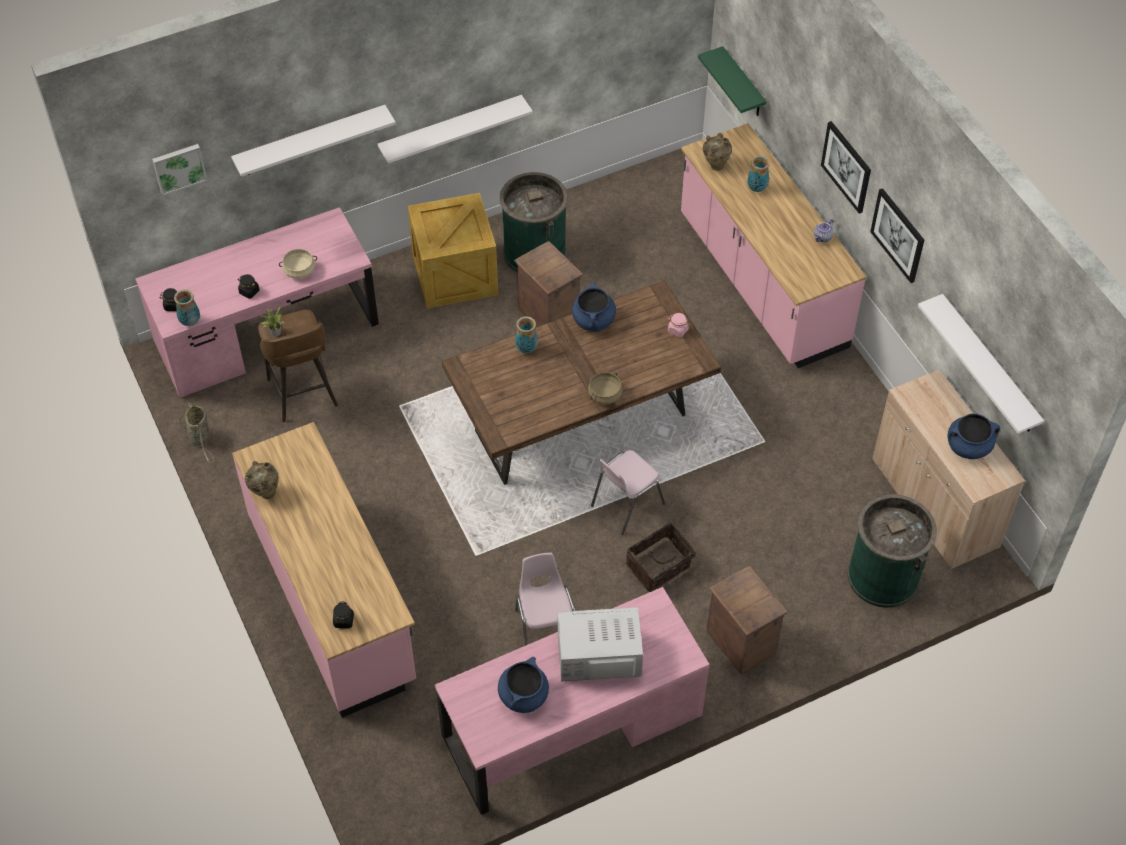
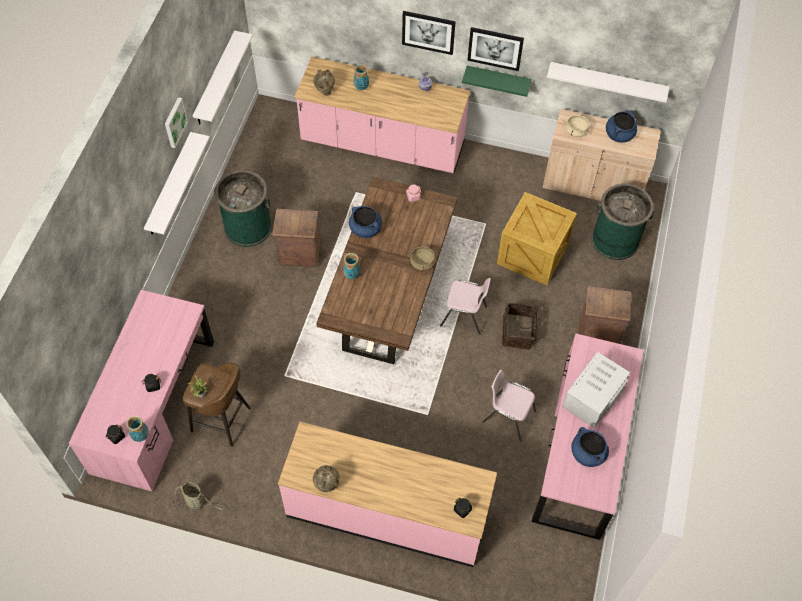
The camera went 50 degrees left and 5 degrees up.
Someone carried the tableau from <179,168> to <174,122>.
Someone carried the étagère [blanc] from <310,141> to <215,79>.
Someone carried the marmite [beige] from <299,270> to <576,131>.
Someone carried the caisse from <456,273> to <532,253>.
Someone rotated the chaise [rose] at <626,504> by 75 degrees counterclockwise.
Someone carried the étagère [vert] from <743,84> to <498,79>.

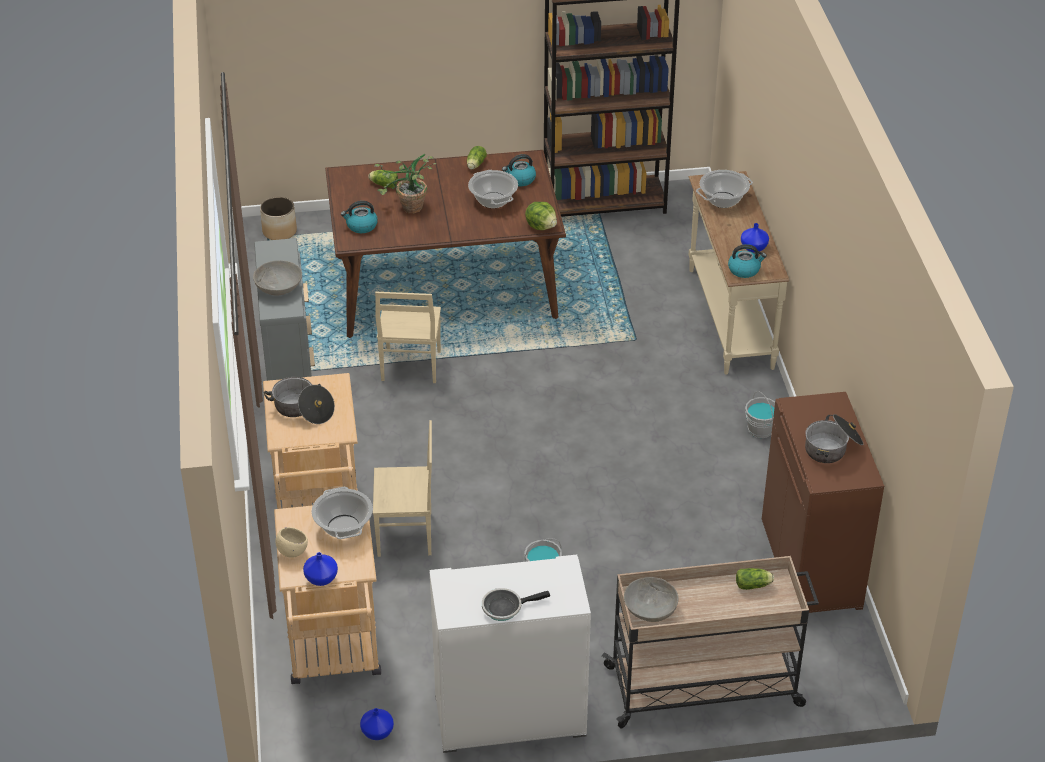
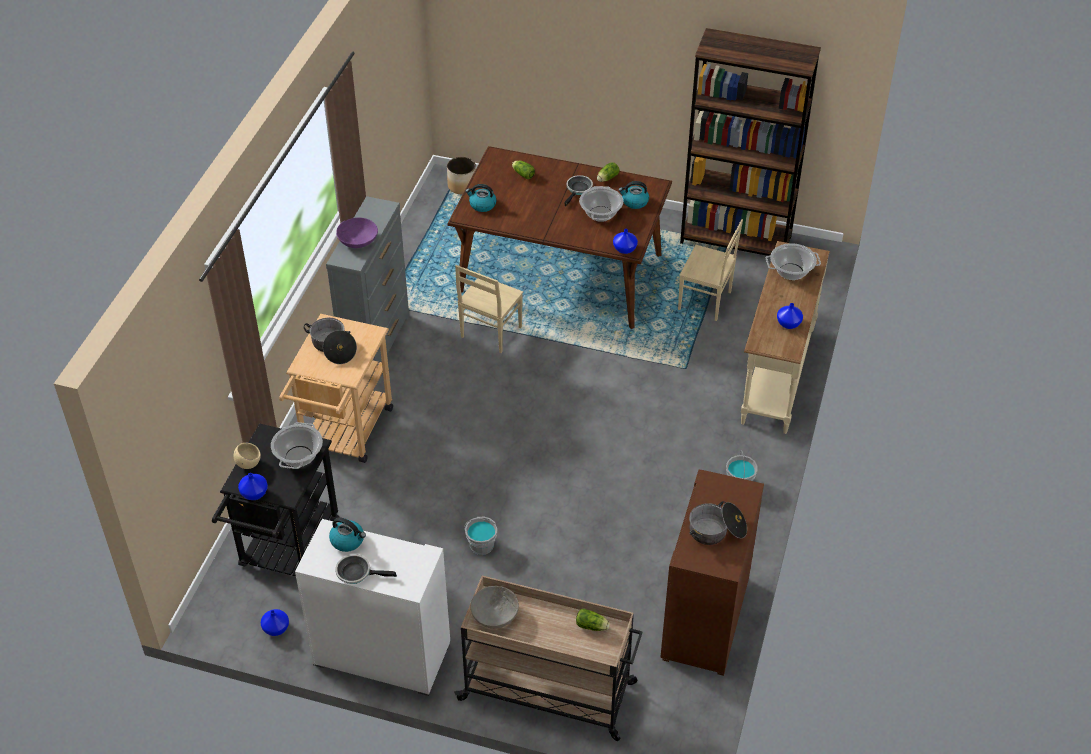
The camera went 25 degrees right and 5 degrees up.
Someone repainted the bol [gris] at <278,287>, which became the bol [violet] at <357,241>.
Someone repainted the chariot [beige] at <334,651>, which became the chariot [noir] at <286,550>.
Someone carried the chaise [beige] from <406,535> to <705,301>.
Someone took away the plante en pot at <408,210>.
Someone swapped the laitue at <541,226> for the vase [bleu] at <625,249>.
Someone carried the bouilloire from <744,270> to <348,540>.
Someone put down the poêle at <578,190>.

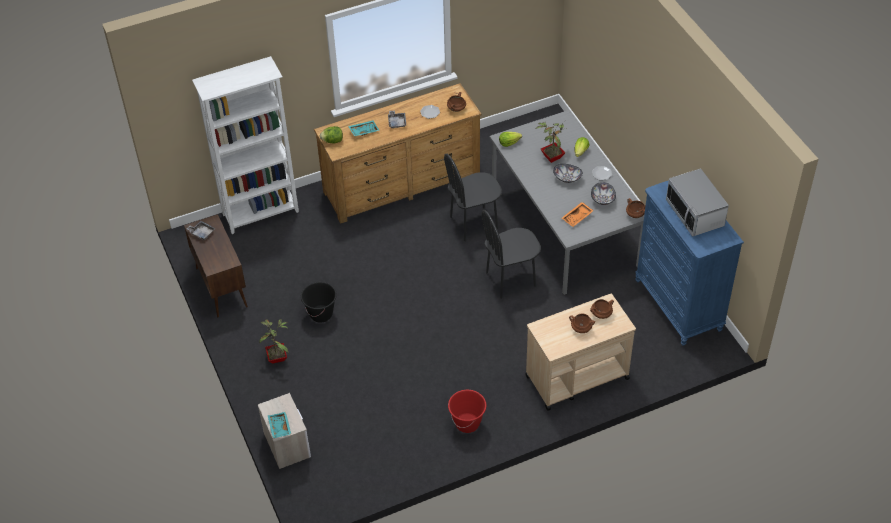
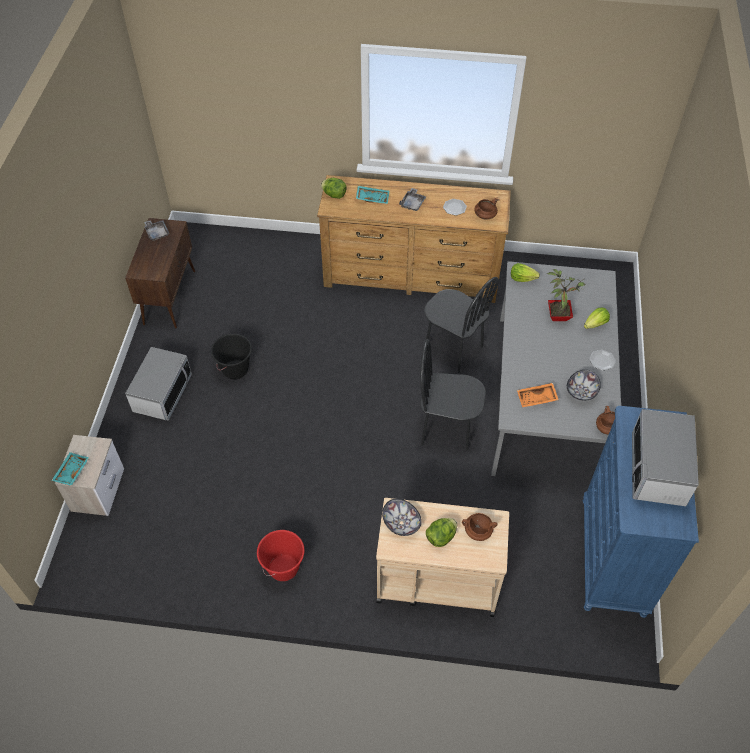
The camera went 30 degrees right and 5 degrees up.
Someone took away the bibliothèque [blanc] at <261,213>.
Someone swapped the plante en pot at <278,358> for the micro-ondes at <162,394>.
Someone rotated the chaise [noir] at <474,223> by 150 degrees counterclockwise.
Someone carried the bol from <567,178> to <401,523>.
Someone swapped the marmite [marron] at <581,329> for the laitue at <441,537>.

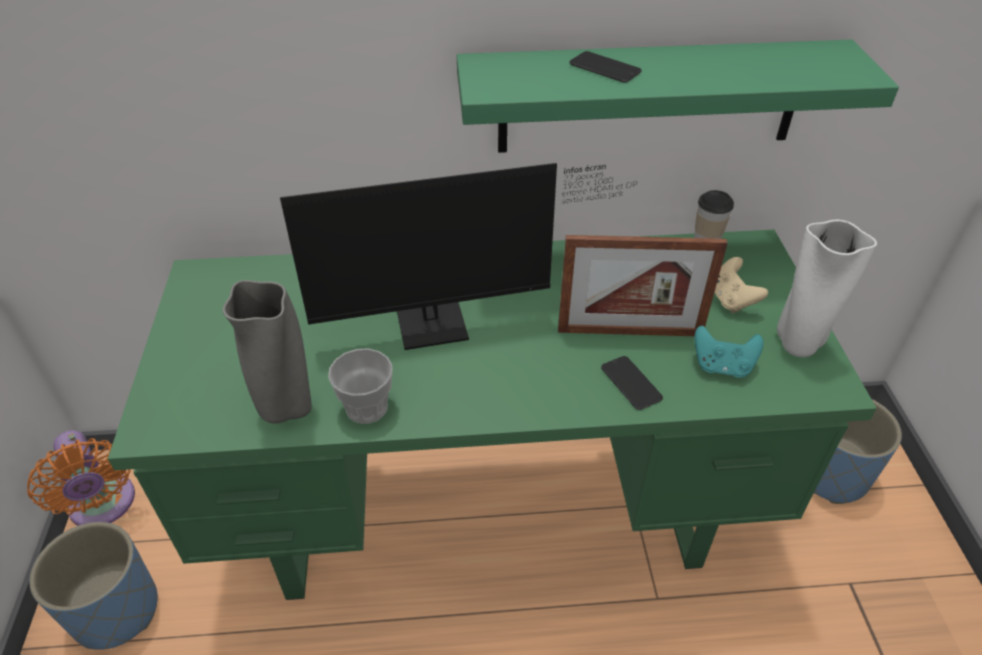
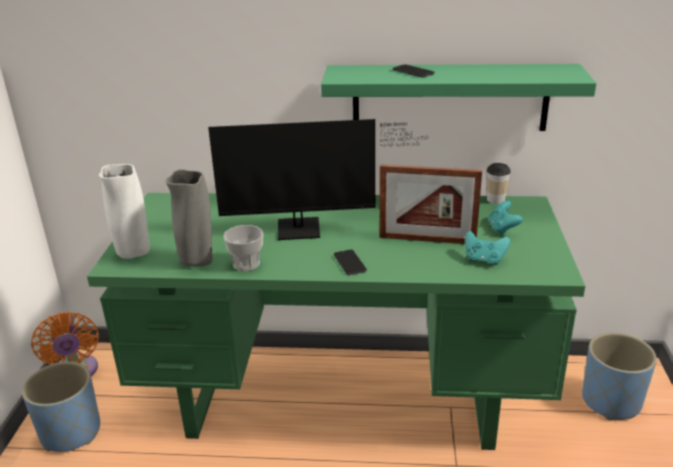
The camera went 10 degrees right and 15 degrees down.
Someone carried the téléphone from <631,383> to <349,263>.
Someone repainted the manette [beige] at <731,300>, which became the manette [turquoise] at <502,229>.
Someone carried the vase [blanc] from <797,344> to <133,253>.

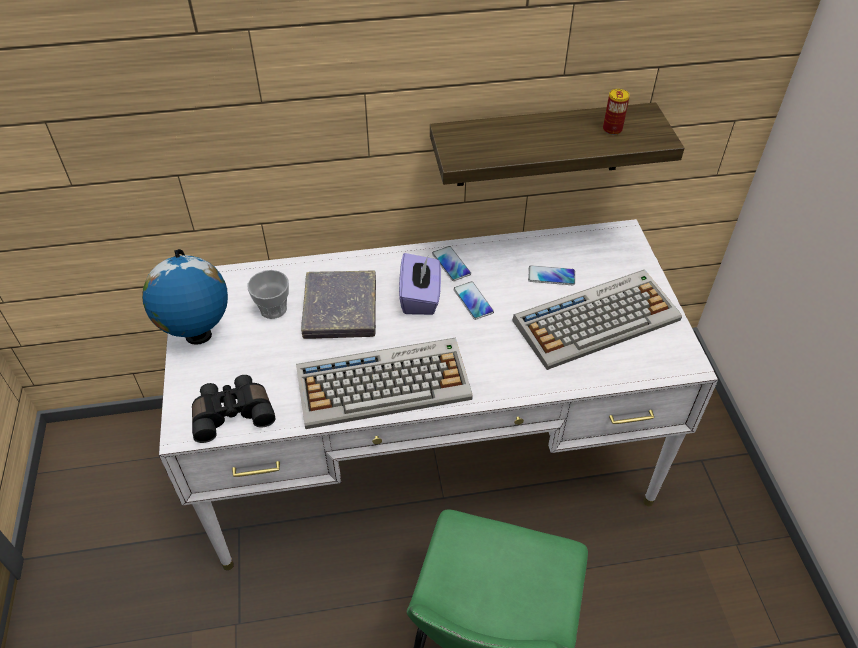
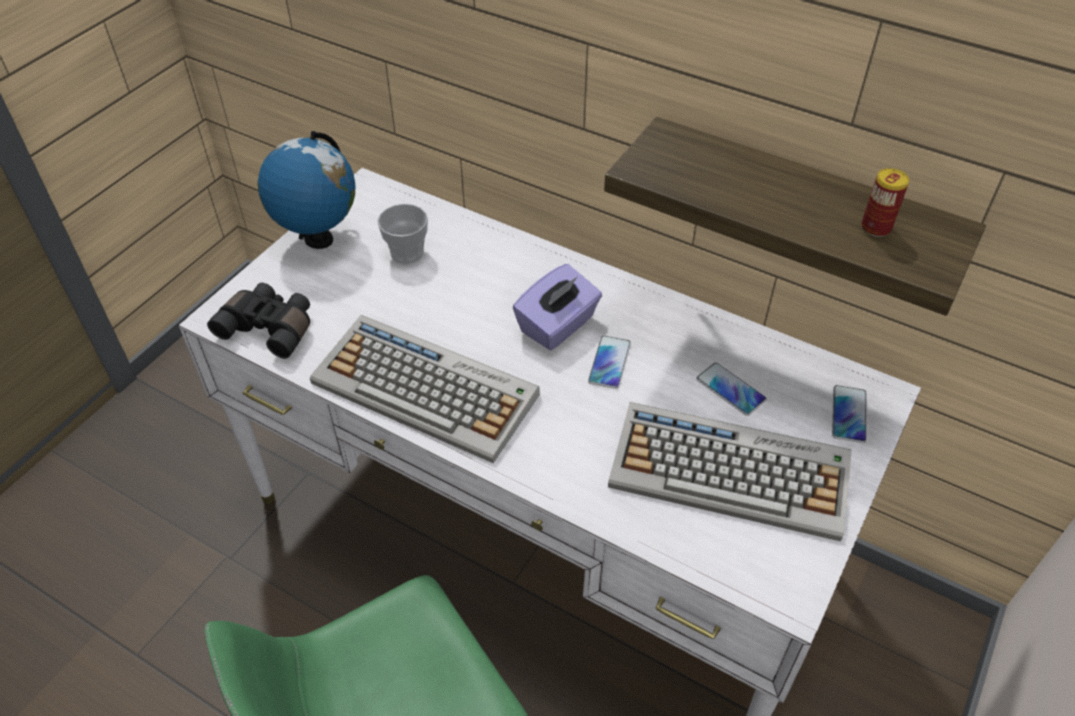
The camera went 40 degrees right and 0 degrees up.
Someone took away the livre [gris] at <340,309>.
Someone carried the téléphone from <451,264> to <848,414>.

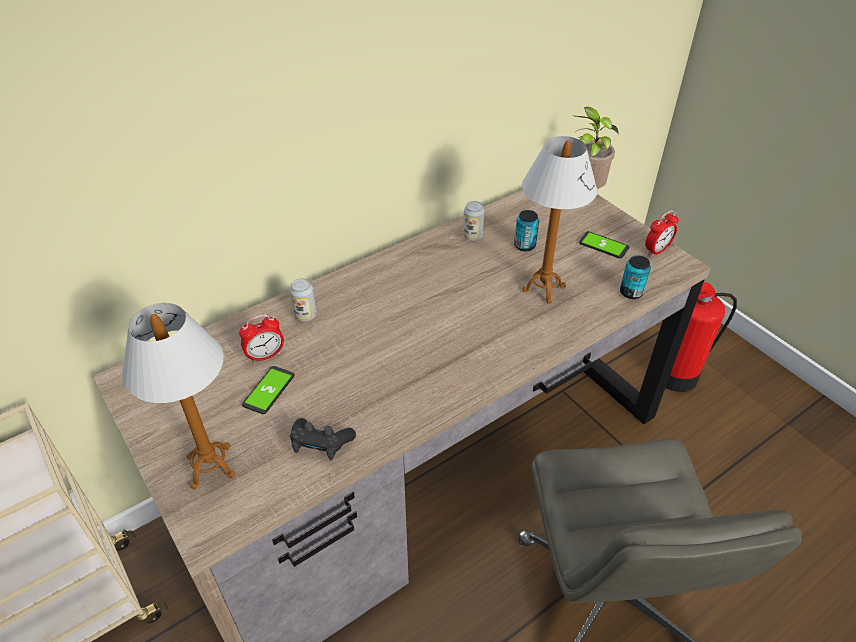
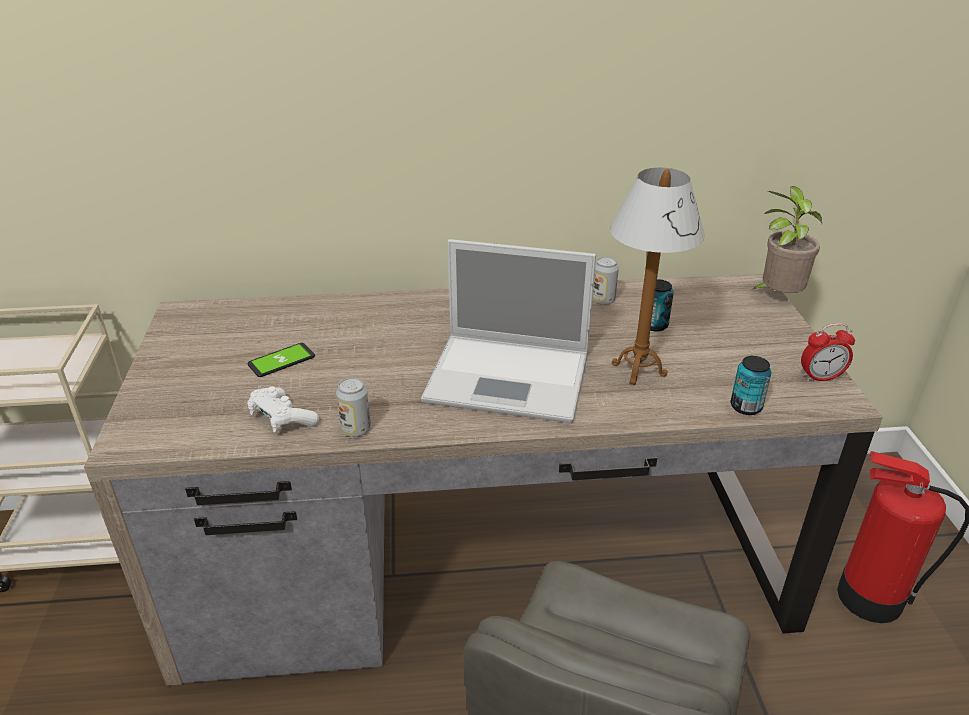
The camera went 30 degrees right and 10 degrees down.
Someone took away the lampe de table at <211,467>.
Someone took away the réveil at <265,355>.
Someone carried the boîte métallique from <305,315> to <356,429>.
Someone repainted the manette [noir] at <321,444>, which became the manette [blanc] at <282,419>.
Someone took away the téléphone at <603,245>.
Someone put down the ordinateur portable at <511,377>.

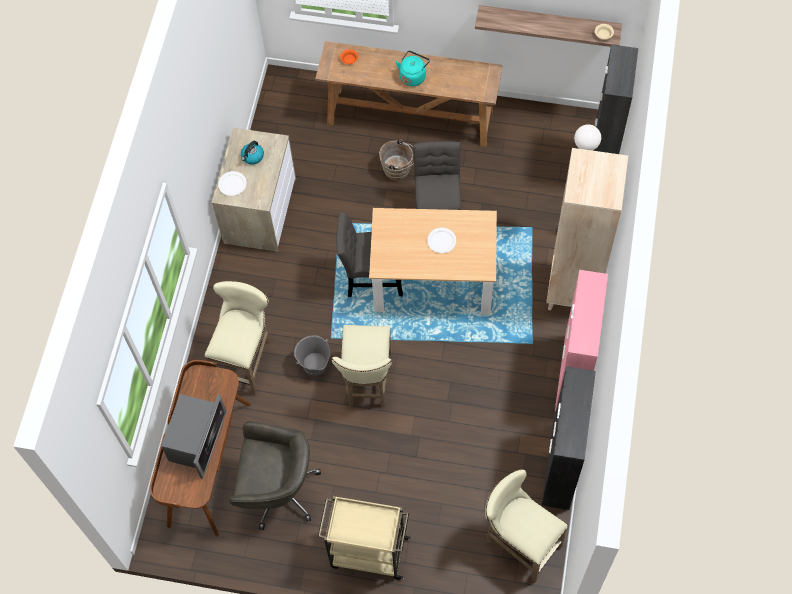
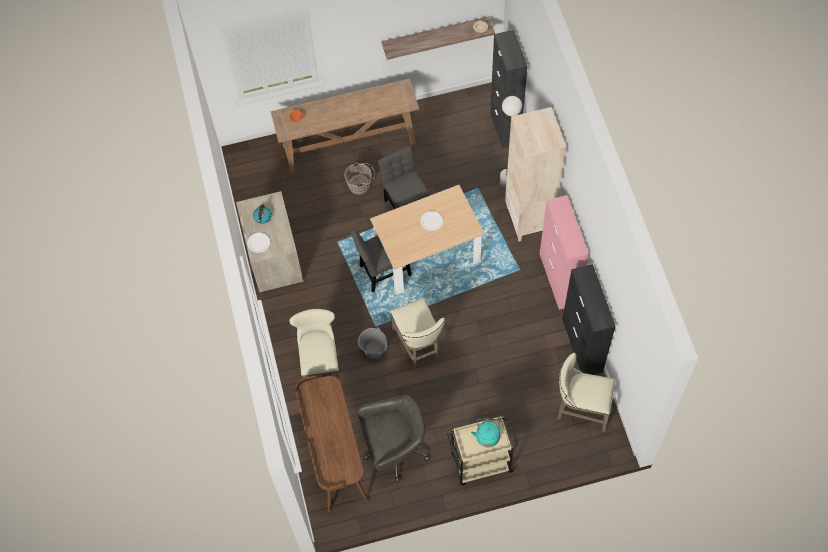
The camera went 25 degrees left and 0 degrees up.
Someone took away the micro-ondes at <197,440>.
Someone carried the bouilloire [turquoise] from <413,76> to <487,435>.

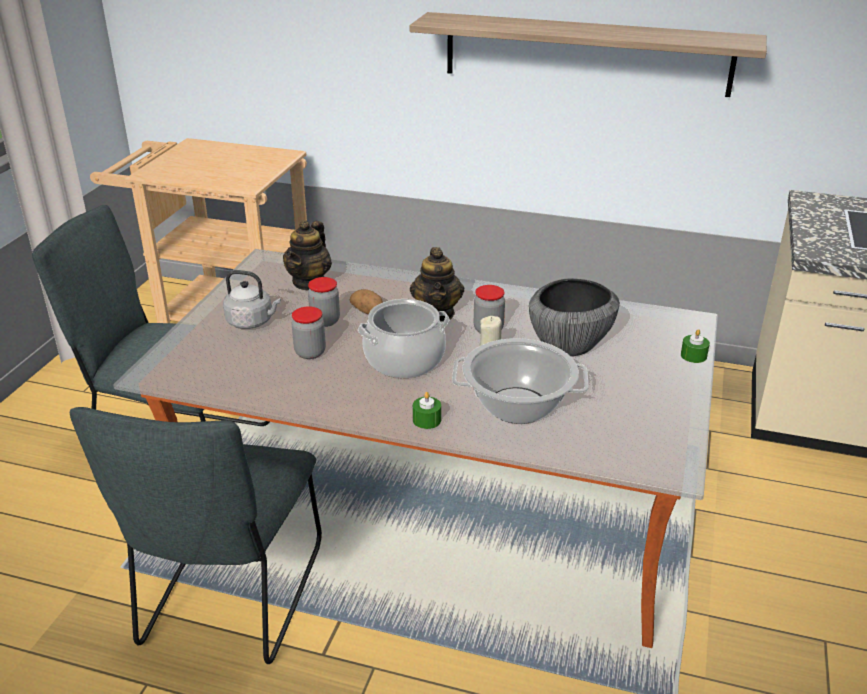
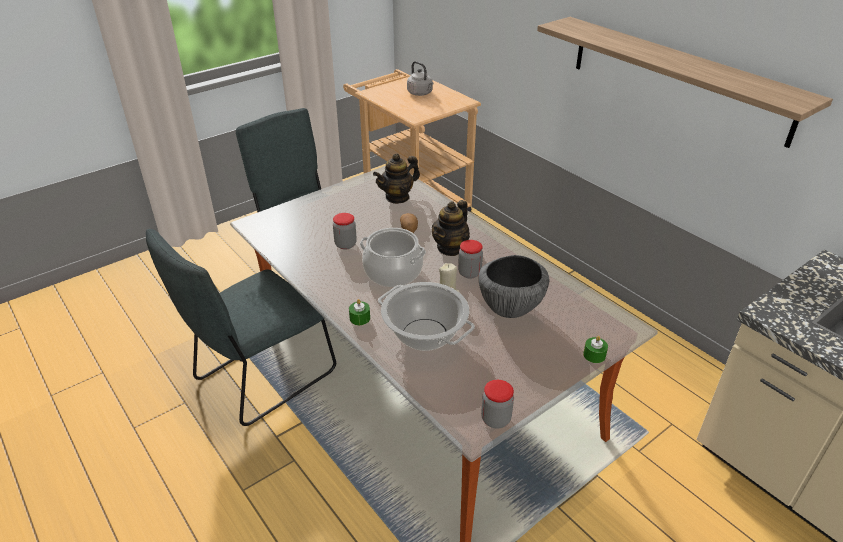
The camera went 35 degrees right and 5 degrees up.
Someone carried the bouilloire [gris] from <252,322> to <421,93>.
Someone carried the bocal from <325,321> to <495,419>.

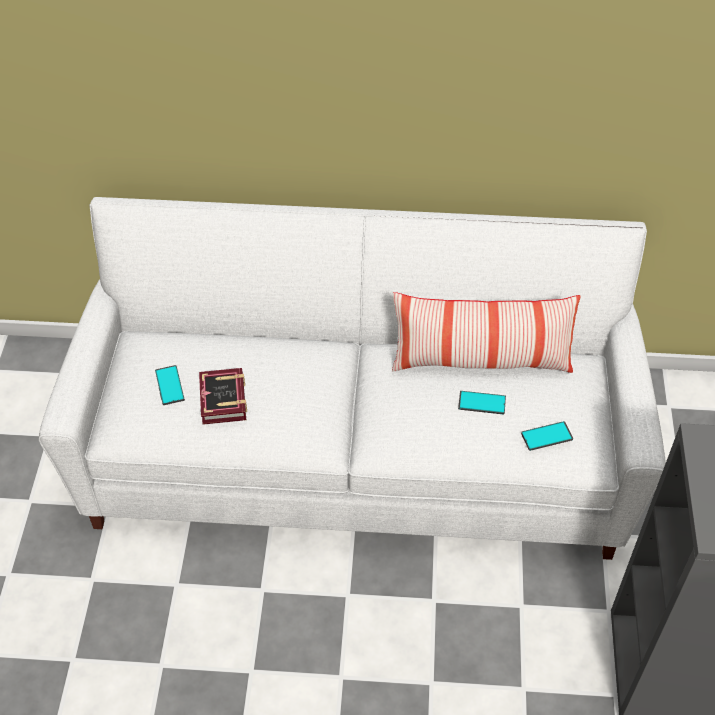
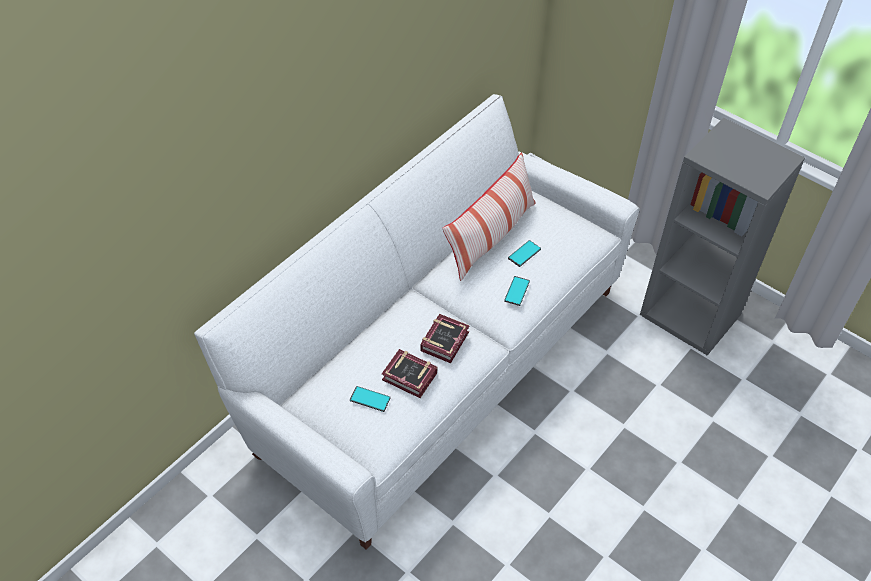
The camera went 55 degrees left and 0 degrees up.
Someone carried the téléphone from <546,436> to <517,291>.
Someone put down the livre at <446,340>.

